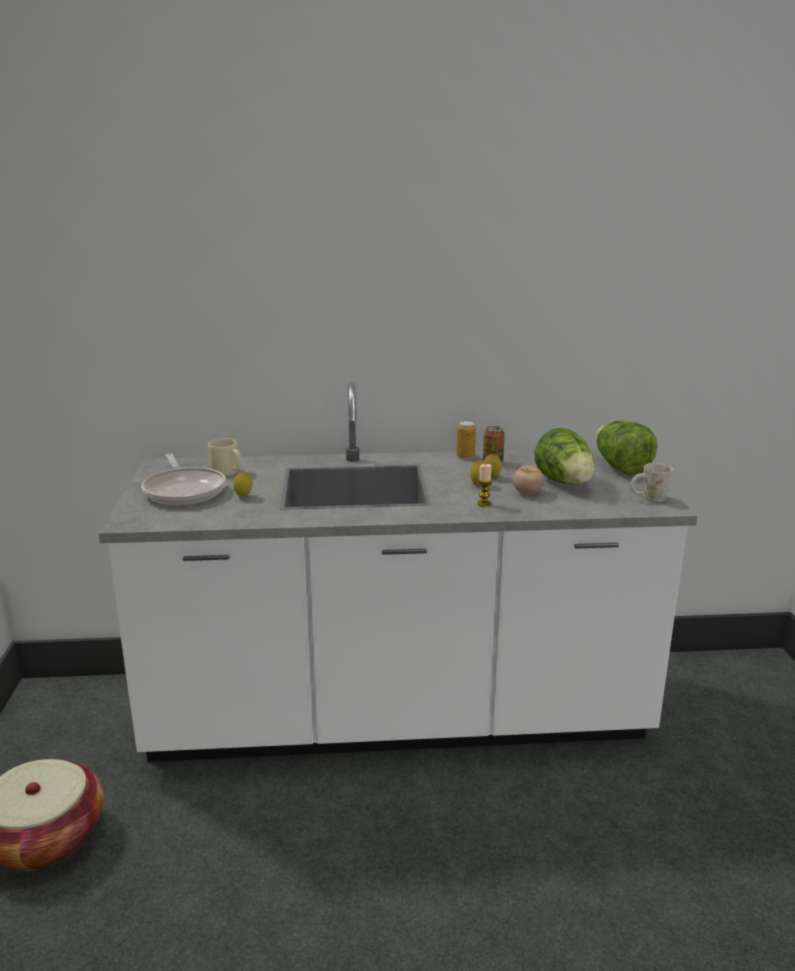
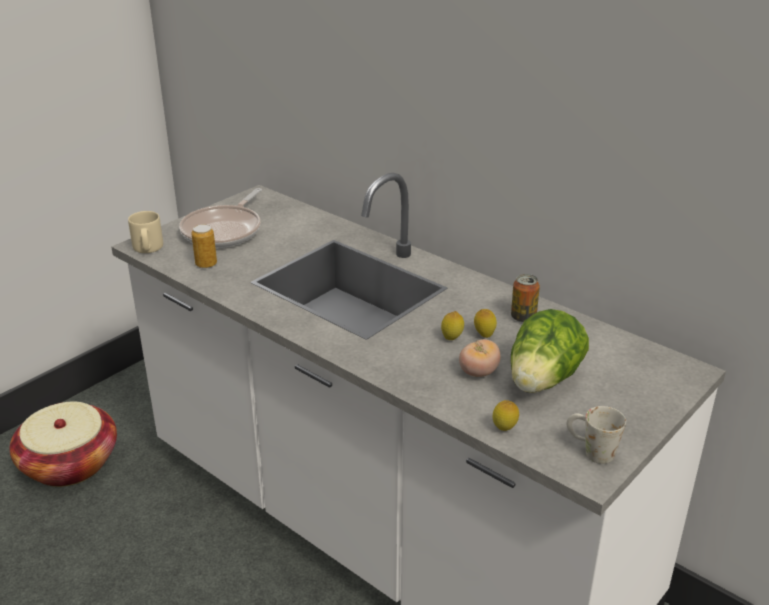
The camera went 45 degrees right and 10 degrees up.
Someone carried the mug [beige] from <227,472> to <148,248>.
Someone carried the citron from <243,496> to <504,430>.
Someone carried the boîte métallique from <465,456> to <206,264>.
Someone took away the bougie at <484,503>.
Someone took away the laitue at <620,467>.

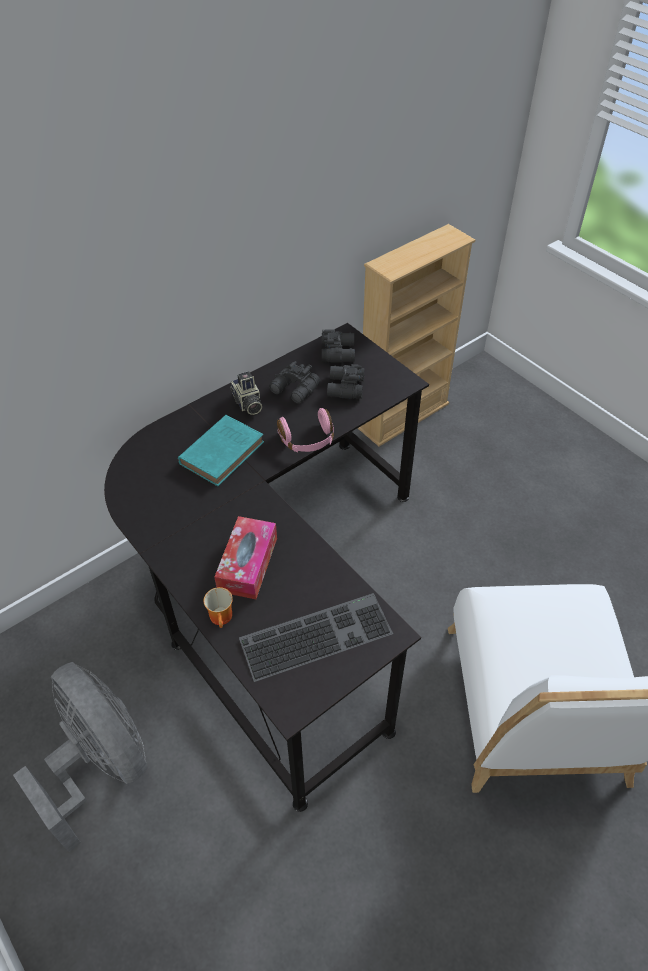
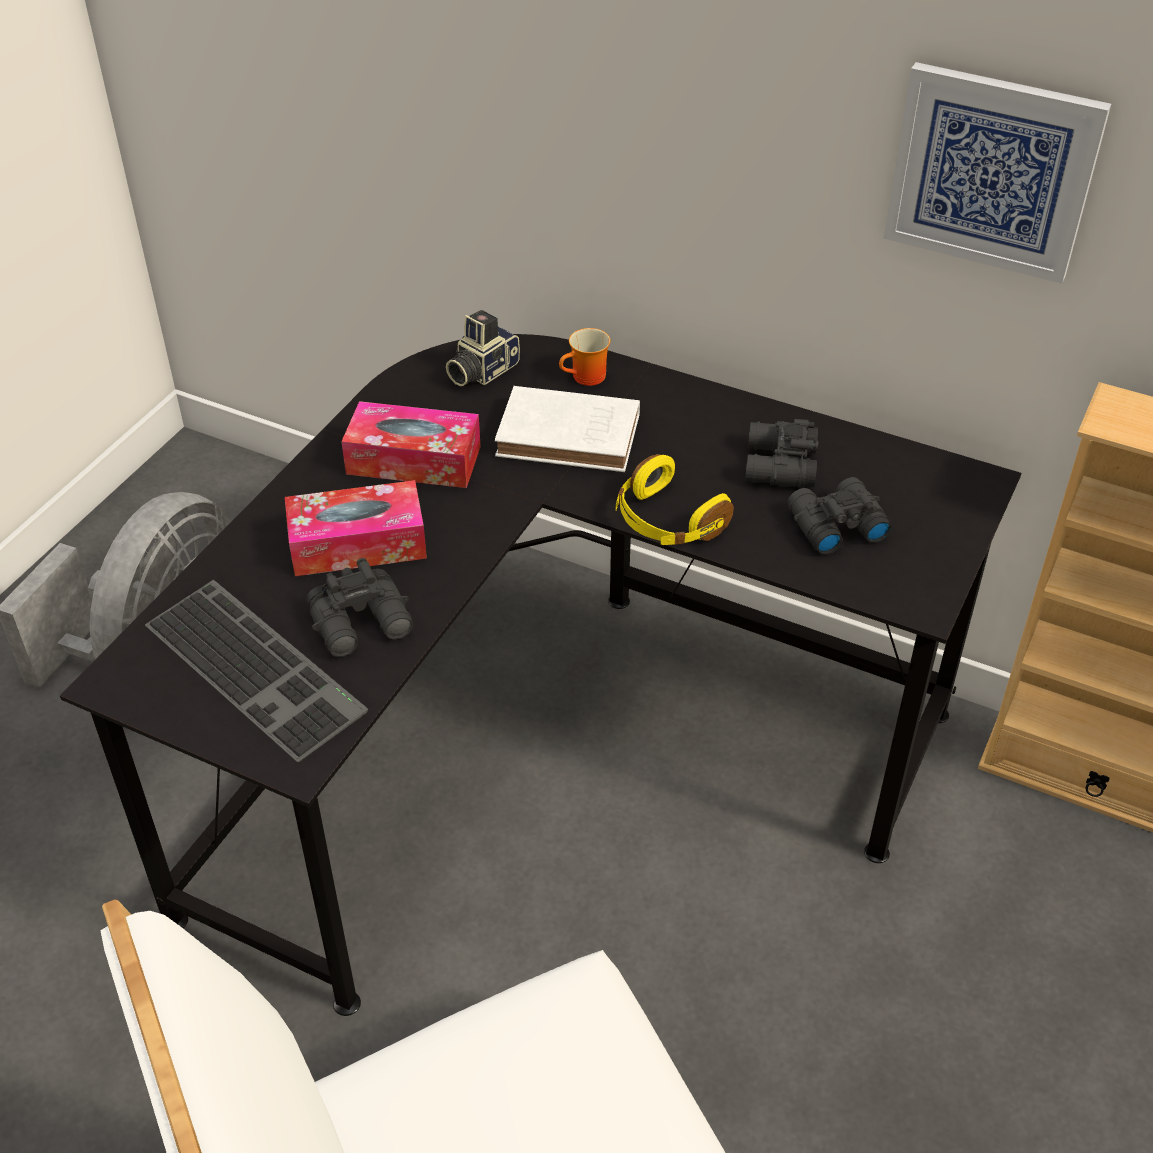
The camera went 65 degrees right and 5 degrees down.
Someone repainted the livre [turquoise] at <223,452>, which became the livre [blanc] at <572,436>.
Someone carried the mug from <223,618> to <587,378>.
Someone carried the appareil photo from <247,403> to <481,371>.
Someone repainted the casque audio [rose] at <307,440>, which became the casque audio [jaune] at <667,521>.
Someone carried the jumelles [noir] from <339,352> to <363,624>.
Someone put down the boîte à mouchoirs at <413,460>.
Someone put up the tableau at <992,171>.

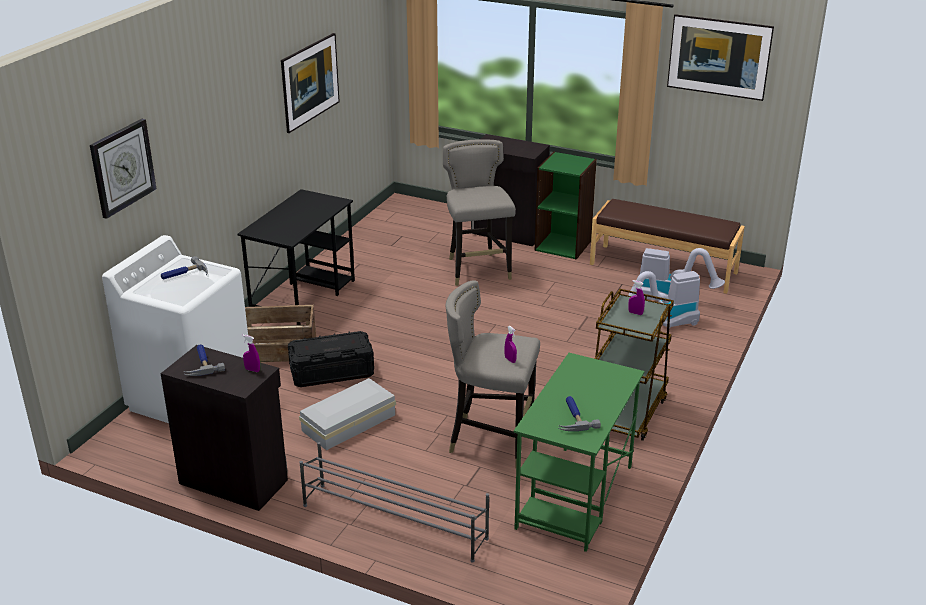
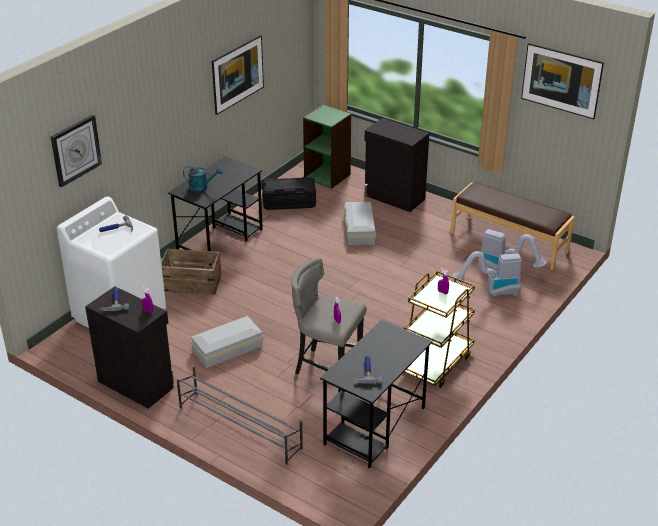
The camera went 10 degrees right and 5 degrees up.
Someone carried the boîte de rangement [noir] from <331,372> to <289,202>.
Someone swapped the tabouret [gris] at <477,269> for the boîte de rangement [blanc] at <360,229>.
Someone repainted the bureau [vert] at <574,497>, which became the bureau [noir] at <374,426>.
Someone carried the bibliothèque [vert] from <563,245> to <327,176>.
Someone put down the arrosoir [turquoise] at <202,187>.

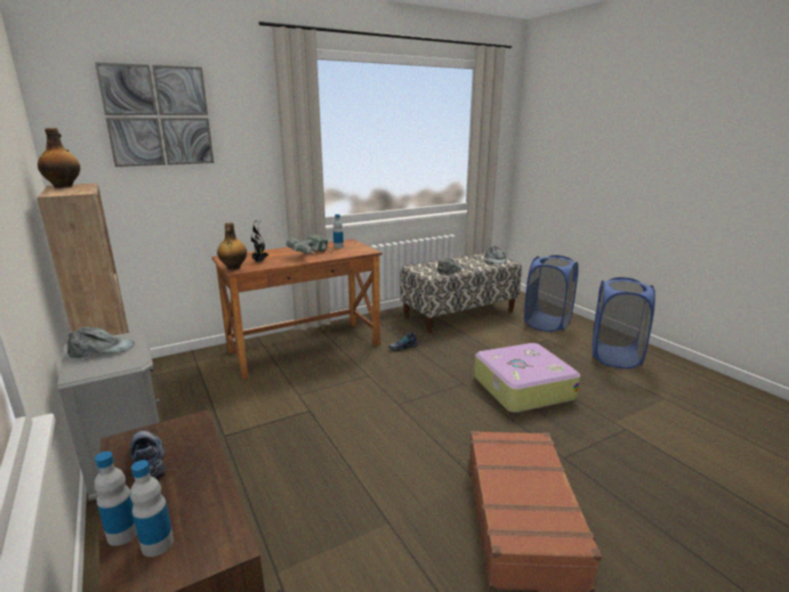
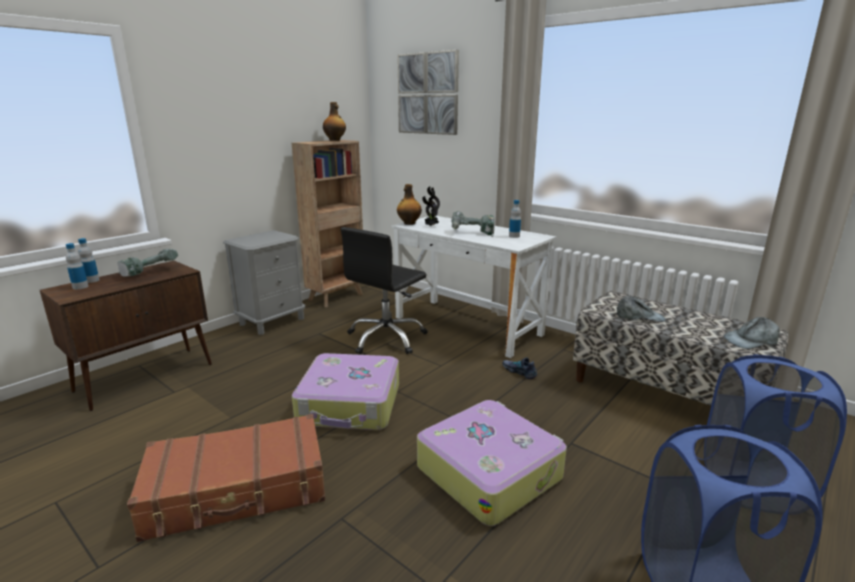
The camera went 70 degrees right and 0 degrees up.
Someone took away the casquette [gris] at <102,349>.
Someone swapped the chaussure at <149,460> for the perceuse at <149,271>.
Someone repainted the bureau [marron] at <305,348>, which became the bureau [blanc] at <467,326>.
Someone put down the valise at <350,405>.
Someone put down the chaise de bureau [noir] at <386,338>.

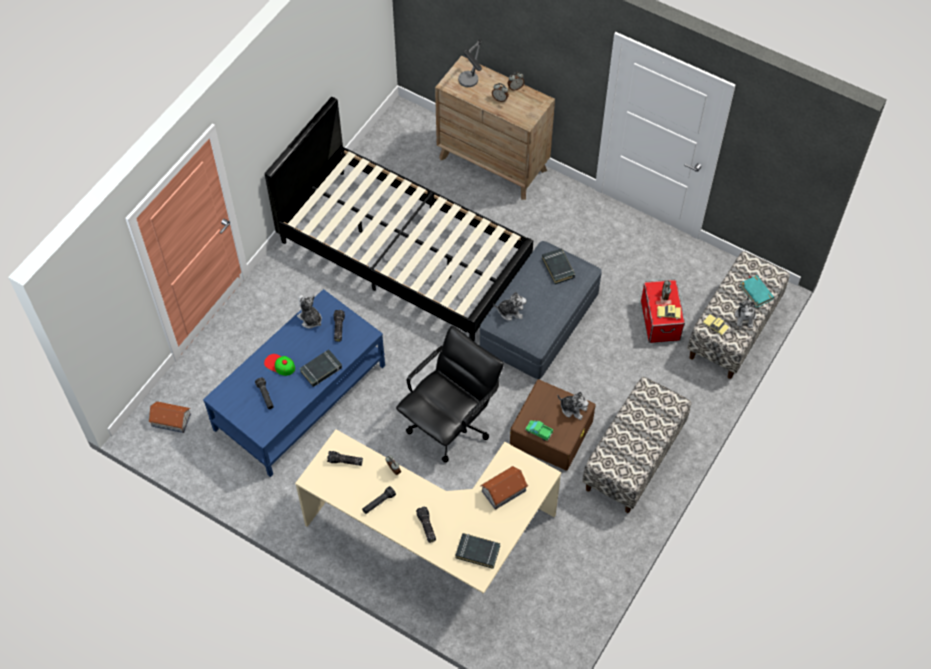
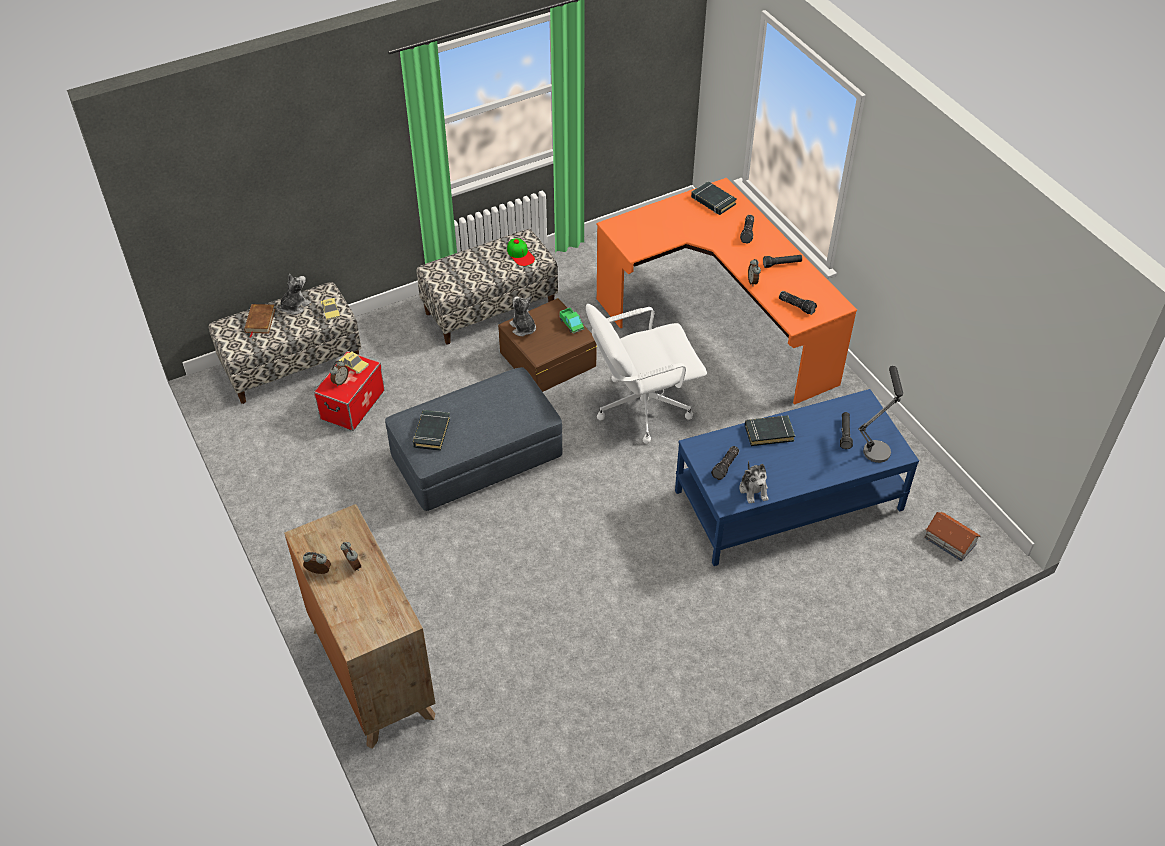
The camera went 150 degrees left and 10 degrees down.
Someone carried the casquette from <279,365> to <520,254>.
Someone took away the lit [noir] at <403,253>.
Someone repainted the bureau [beige] at <434,543>, which became the bureau [orange] at <721,323>.
Someone repainted the chaise de bureau [noir] at <450,424>, which became the chaise de bureau [blanc] at <641,407>.
Someone carried the lampe de table from <470,84> to <876,445>.
Someone took away the maison miniature at <504,490>.
Someone took away the peluche at <510,311>.
Someone repainted the livre [turquoise] at <756,292>, which became the livre [marron] at <260,321>.

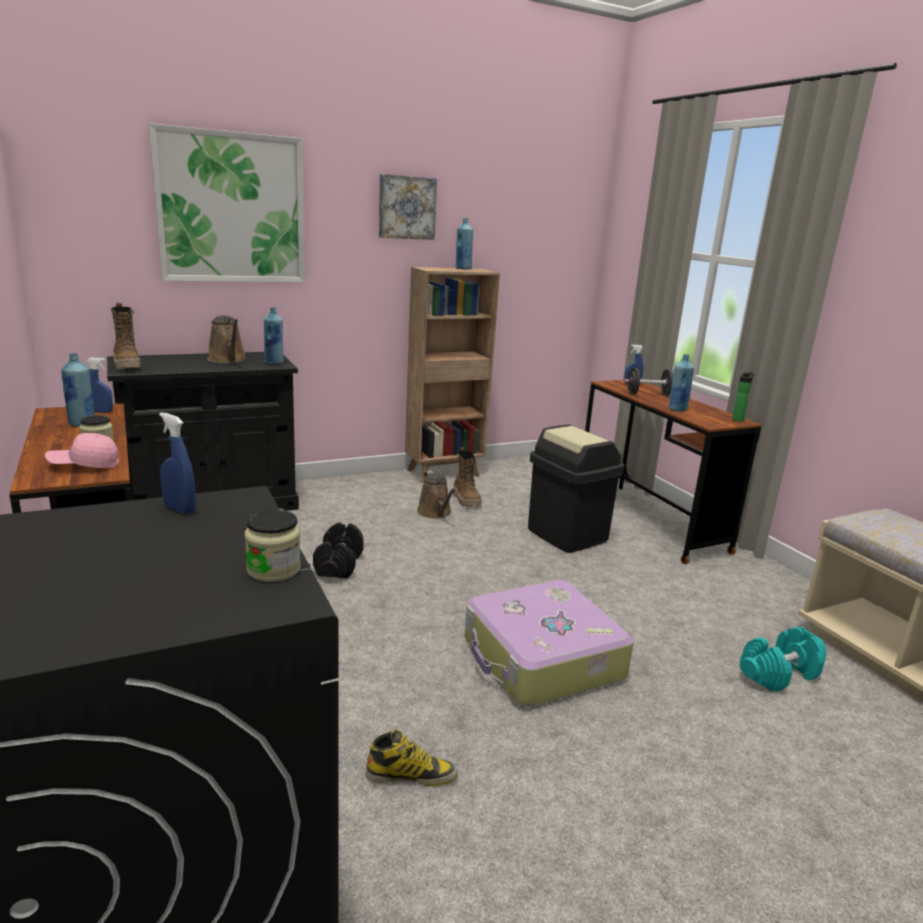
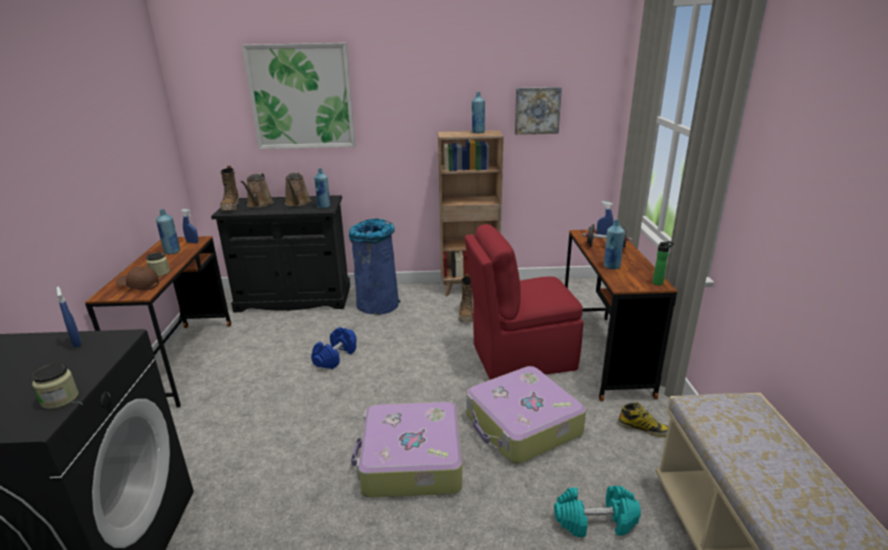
The camera went 25 degrees right and 5 degrees up.
Someone repainted the casquette [rose] at <84,465>, which became the casquette [marron] at <139,286>.
Someone repainted the haltère [noir] at <338,564>, which became the haltère [bleu] at <335,357>.
Someone carried the botte from <411,774> to <643,428>.
Someone carried the tableau from <406,207> to <537,110>.
Someone carried the arrosoir [marron] from <435,513> to <259,204>.
Someone swapped the poubelle [noir] at <566,535> for the chaise [rouge] at <520,357>.
Someone put down the poubelle [bleu] at <377,304>.
Someone put down the valise at <522,425>.

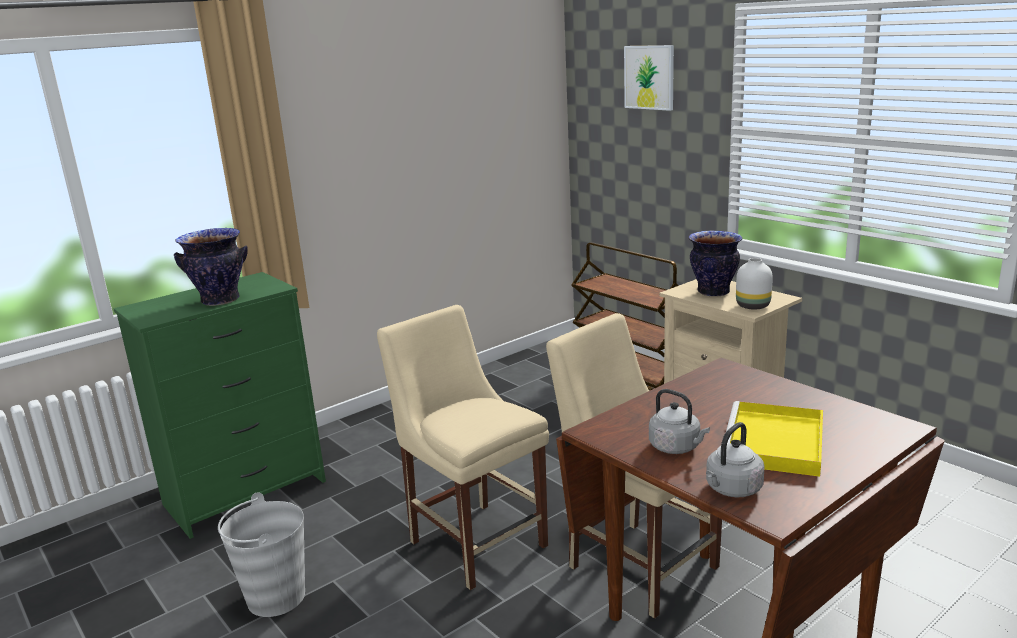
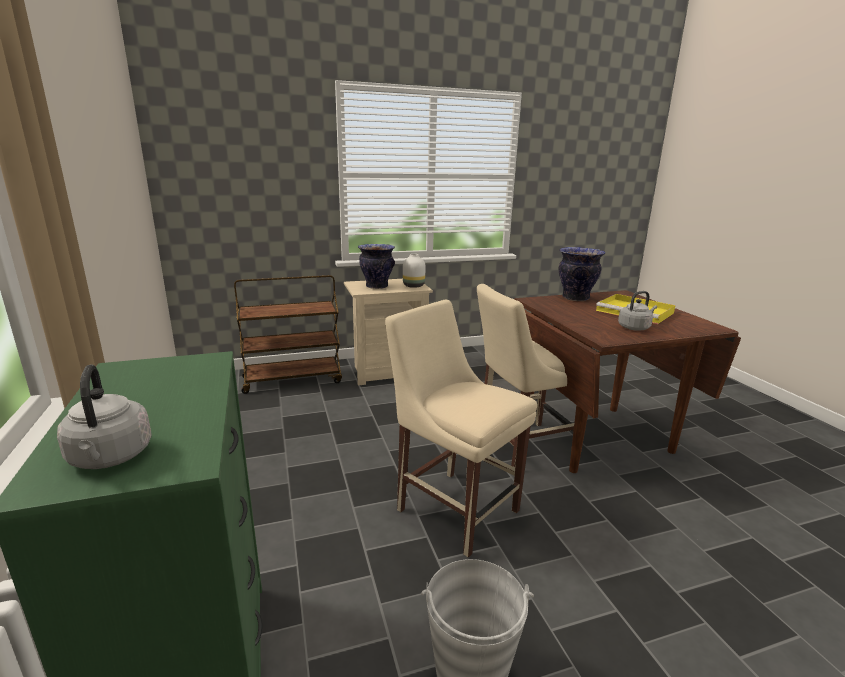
The camera went 70 degrees left and 0 degrees up.
Someone carried the vase from <220,300> to <575,298>.
Someone rotated the chaise [beige] at <474,540> by 60 degrees clockwise.
Someone took away the tableau at <649,77>.
Someone carried the bouilloire [gris] from <732,489> to <110,458>.

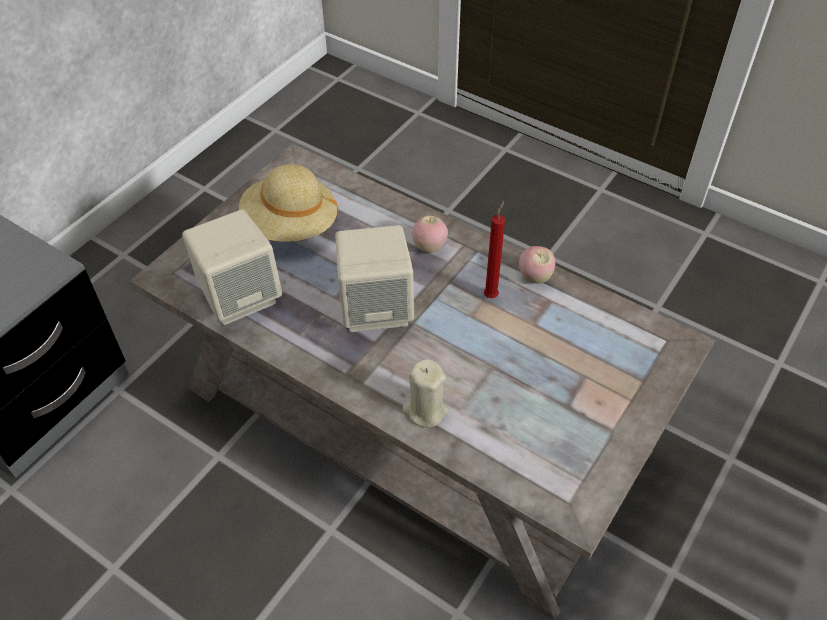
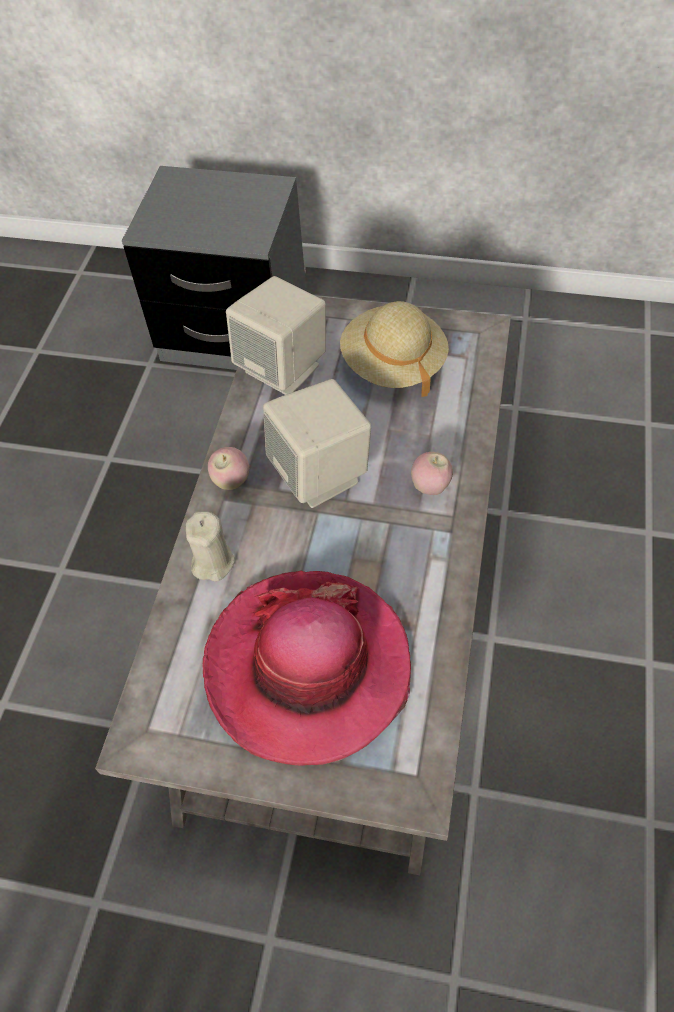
The camera went 70 degrees right and 5 degrees up.
Someone took away the bougie [rouge] at <491,295>.
Someone carried the pomme from <534,277> to <231,481>.
Someone put down the chapeau at <308,667>.

